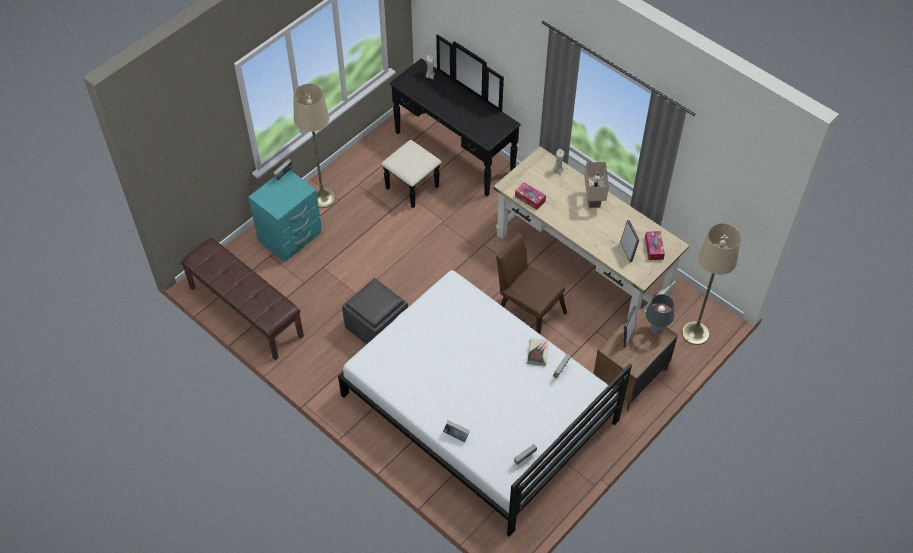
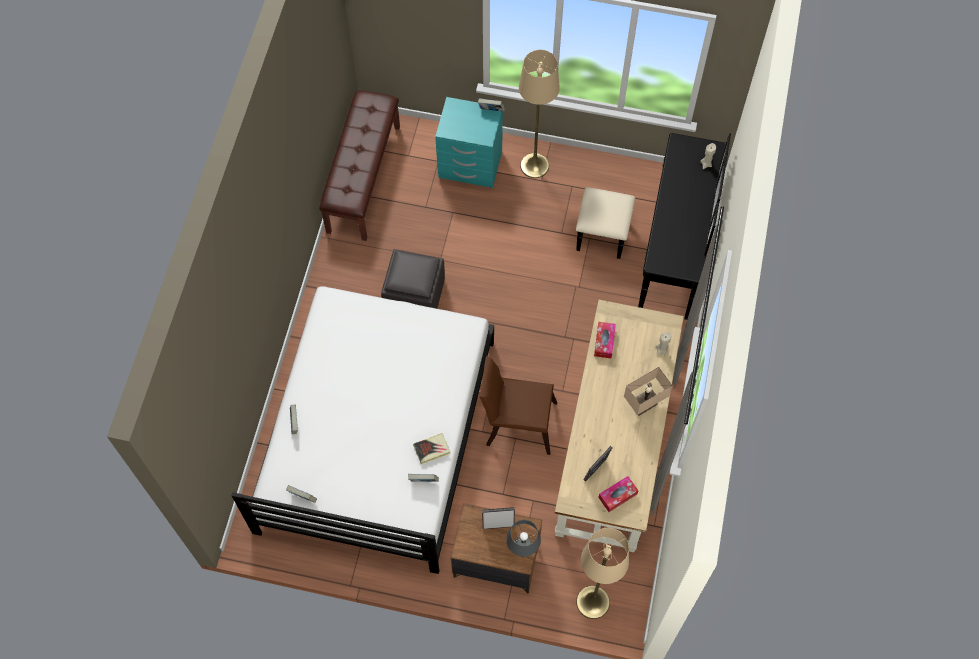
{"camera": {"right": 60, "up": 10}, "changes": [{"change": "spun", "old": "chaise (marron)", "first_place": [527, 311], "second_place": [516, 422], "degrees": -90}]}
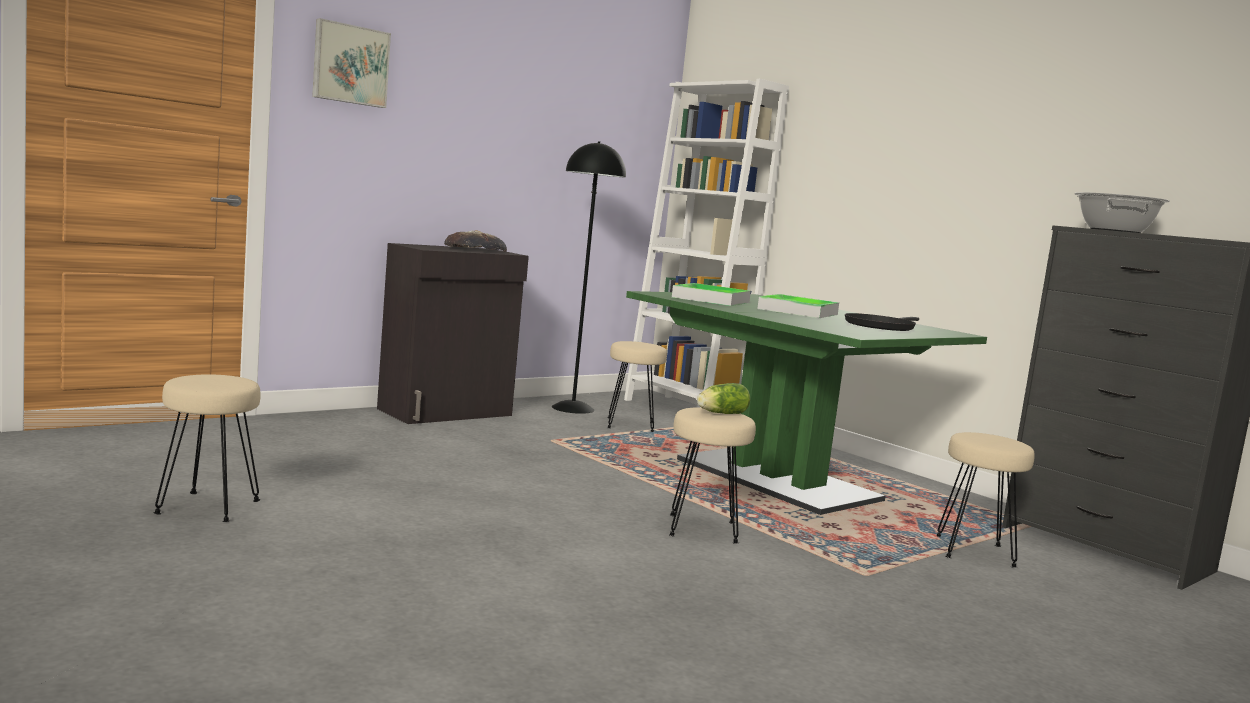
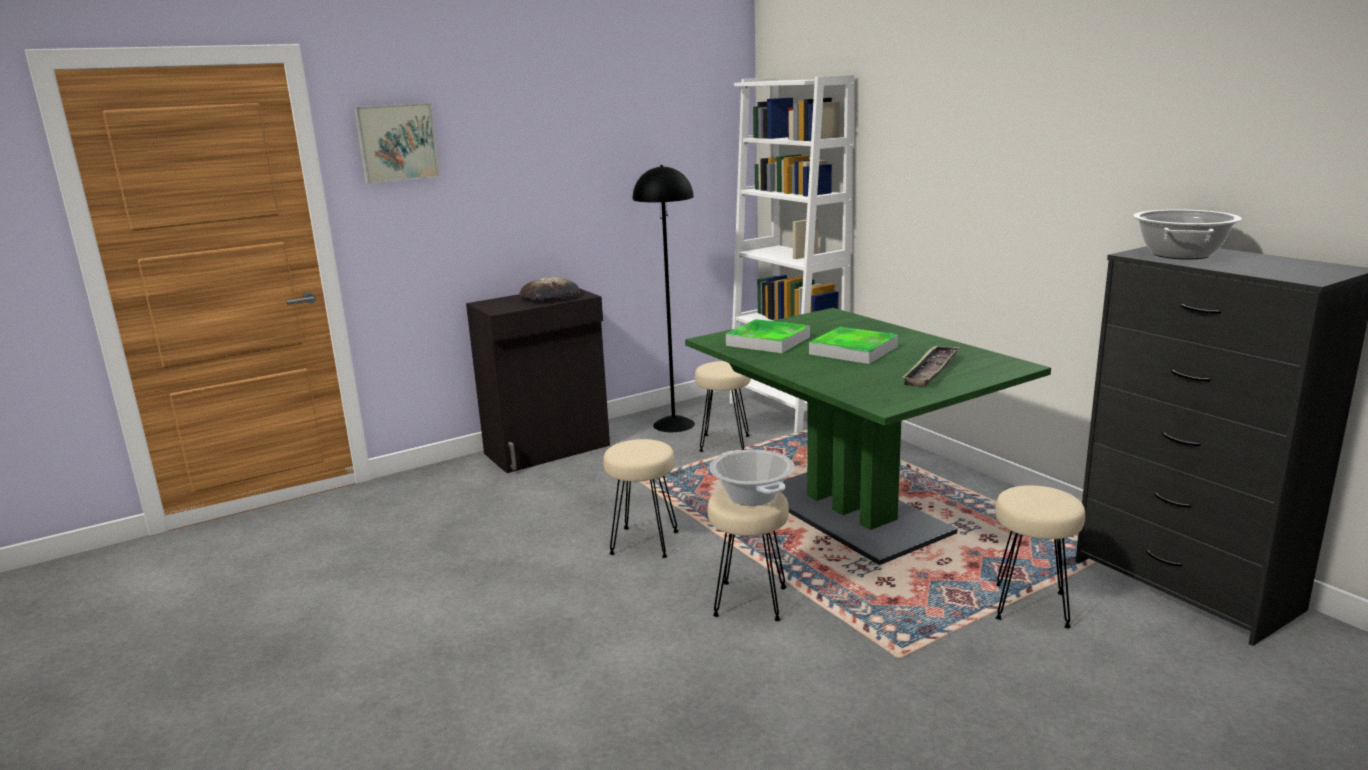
{"camera": {"right": 10, "up": 10}, "changes": [{"change": "relocated", "old": "tabouret (beige)", "first_place": [207, 507], "second_place": [643, 542]}, {"change": "exchanged", "old": "laitue", "new": "marmite", "first_place": [720, 413], "second_place": [752, 496]}, {"change": "exchanged", "old": "poêle (noir)", "new": "plateau", "first_place": [881, 326], "second_place": [931, 371]}]}
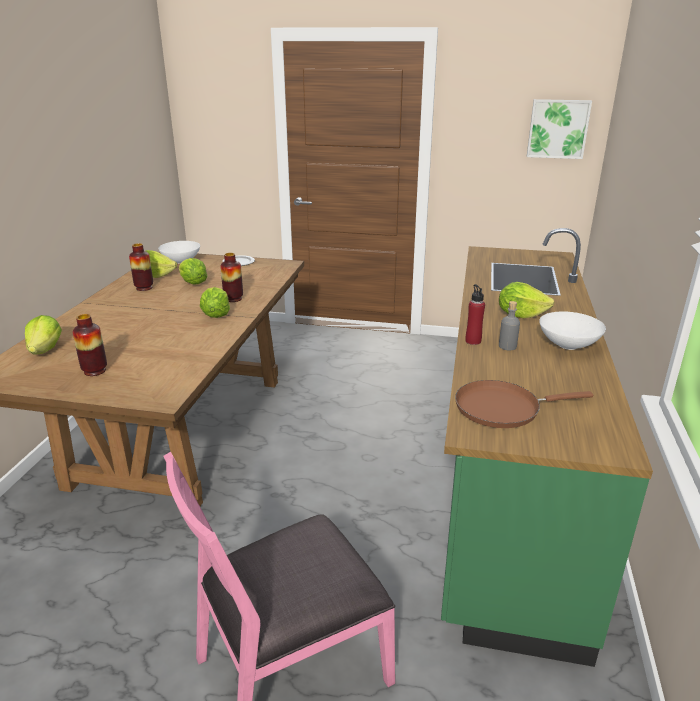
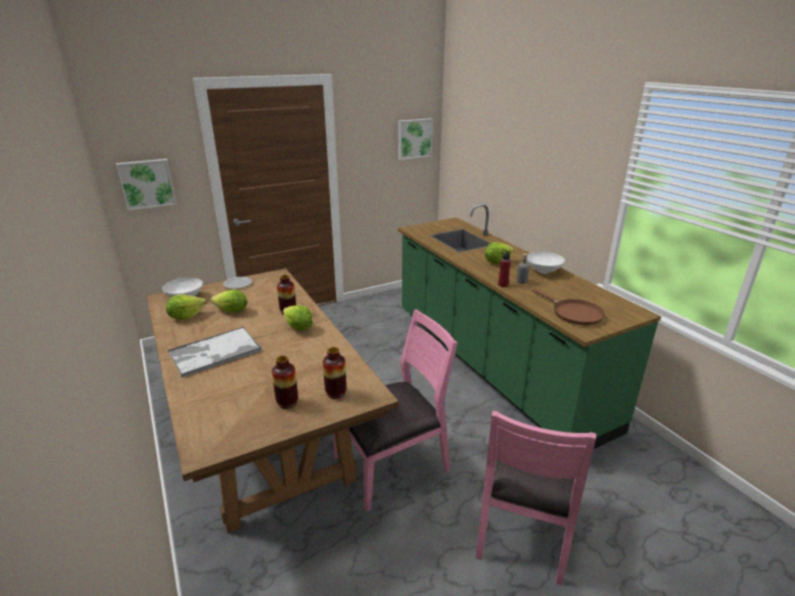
{"camera": {"right": -40, "up": 0}, "changes": [{"change": "missing", "old": "laitue", "first_place": [45, 350]}, {"change": "appeared", "new": "tableau", "second_place": [147, 184]}, {"change": "appeared", "new": "plateau", "second_place": [214, 352]}, {"change": "appeared", "new": "chaise (rose)", "second_place": [392, 464]}, {"change": "relocated", "old": "vase", "first_place": [144, 288], "second_place": [336, 393]}, {"change": "spun", "old": "poêle (marron)", "first_place": [502, 408], "second_place": [574, 313], "degrees": -75}]}
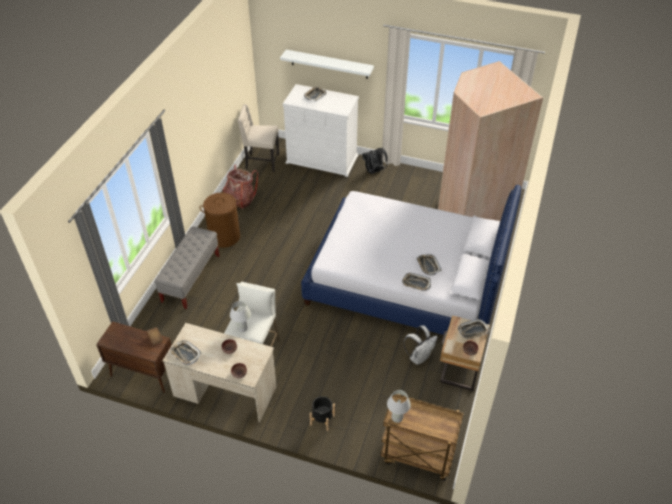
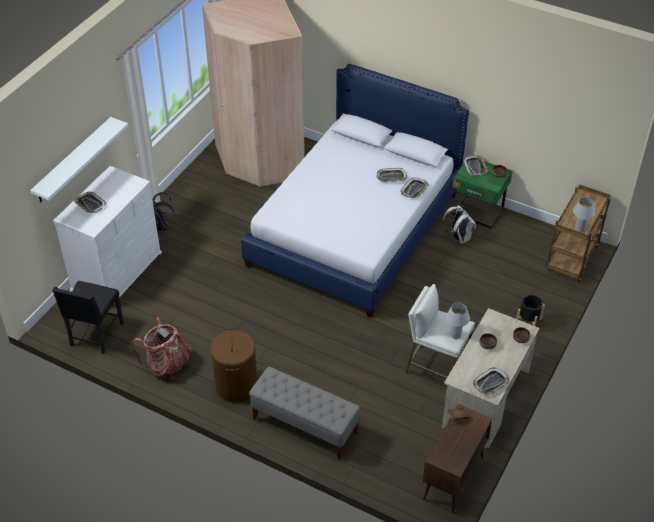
{"camera": {"right": -80, "up": 0}, "changes": [{"change": "colour", "old": "chaise (beige)", "new": "chaise (noir)", "first_place": [261, 162], "second_place": [95, 335]}, {"change": "colour", "old": "table de chevet (beige)", "new": "table de chevet (vert)", "first_place": [459, 370], "second_place": [477, 213]}]}
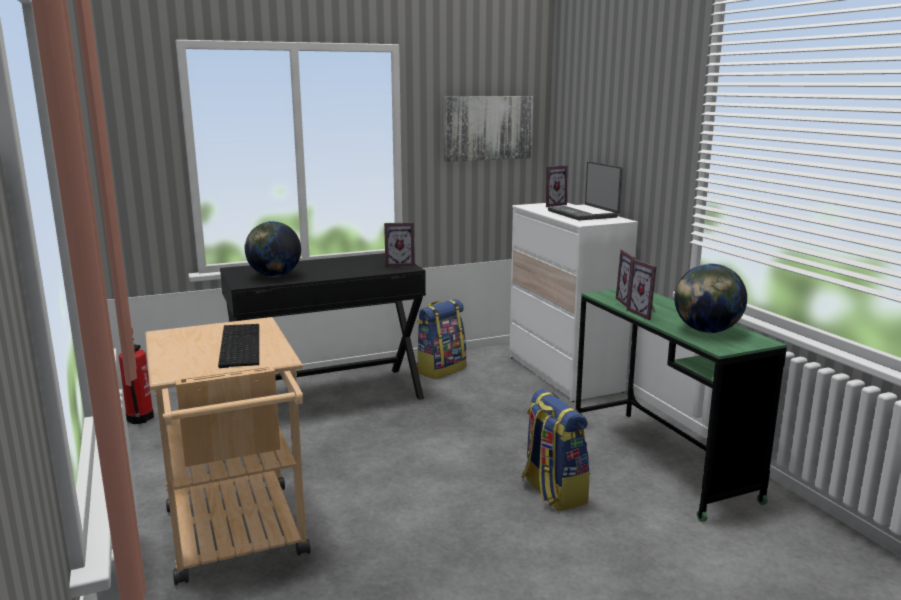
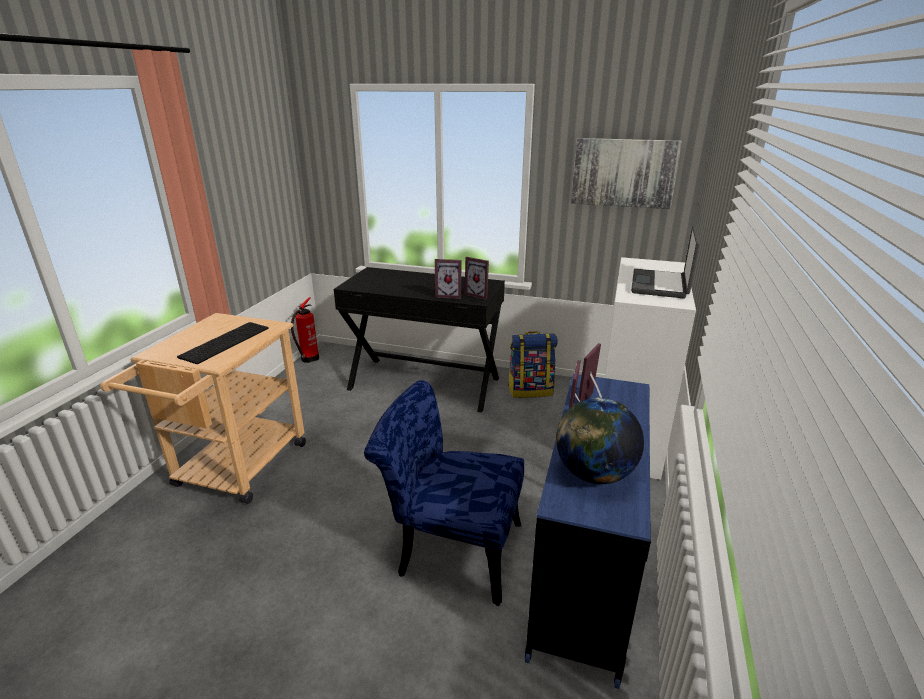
{"camera": {"right": 40, "up": 10}, "changes": [{"change": "missing", "old": "globe", "first_place": [274, 276]}, {"change": "relocated", "old": "cadre photo", "first_place": [552, 205], "second_place": [449, 295]}, {"change": "exchanged", "old": "sac à dos", "new": "chaise (bleu)", "first_place": [552, 492], "second_place": [450, 548]}, {"change": "colour", "old": "bureau (vert)", "new": "bureau (bleu)", "first_place": [660, 461], "second_place": [584, 572]}]}
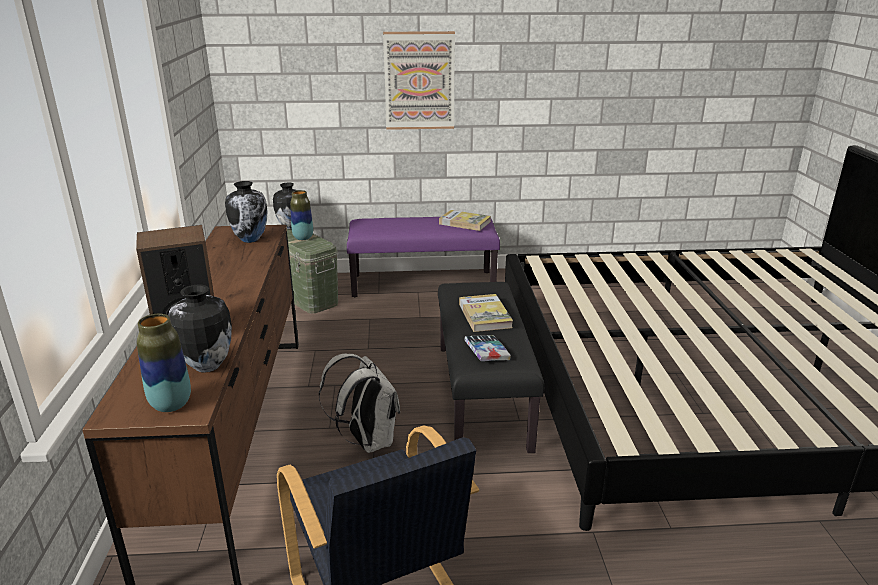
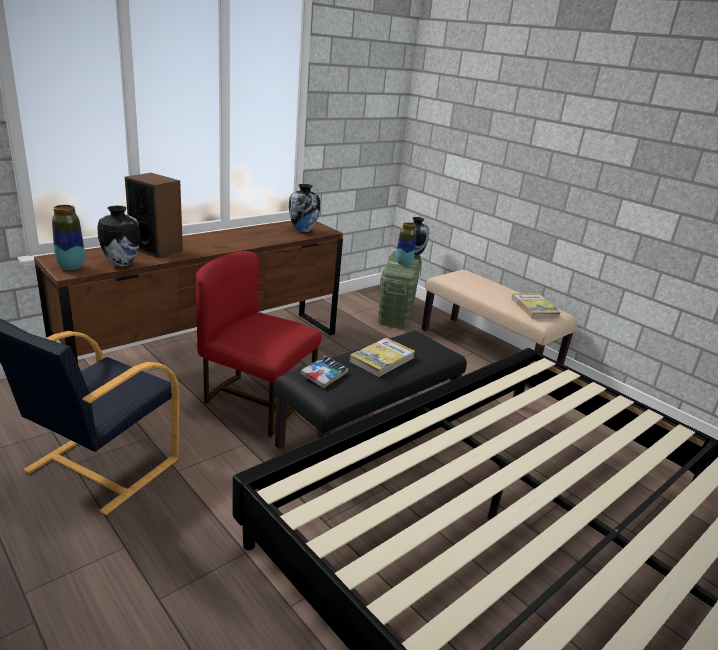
{"camera": {"right": 50, "up": 0}, "changes": [{"change": "missing", "old": "tableau", "first_place": [419, 81]}, {"change": "exchanged", "old": "sac à dos (blanc)", "new": "chaise (rouge)", "first_place": [367, 441], "second_place": [256, 401]}, {"change": "colour", "old": "banc (violet)", "new": "banc (beige)", "first_place": [423, 283], "second_place": [488, 350]}]}
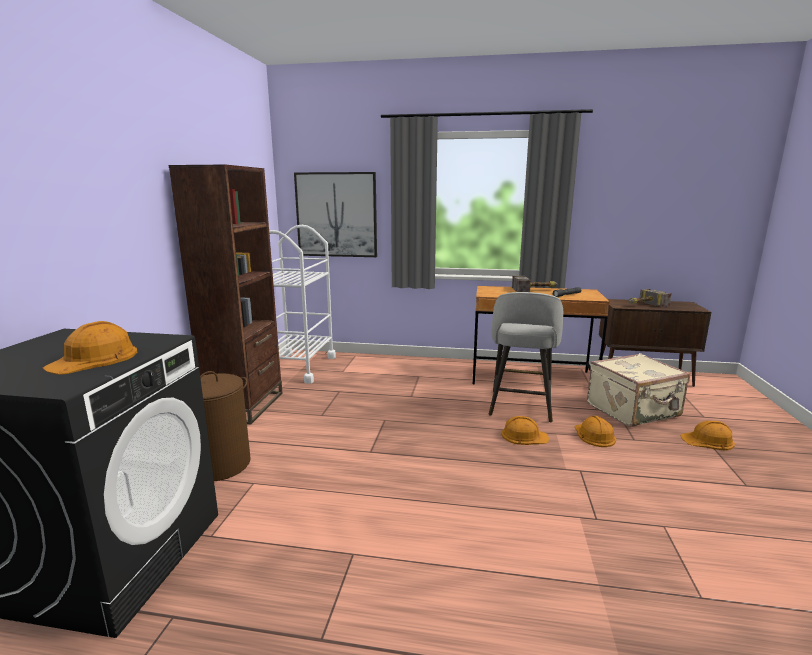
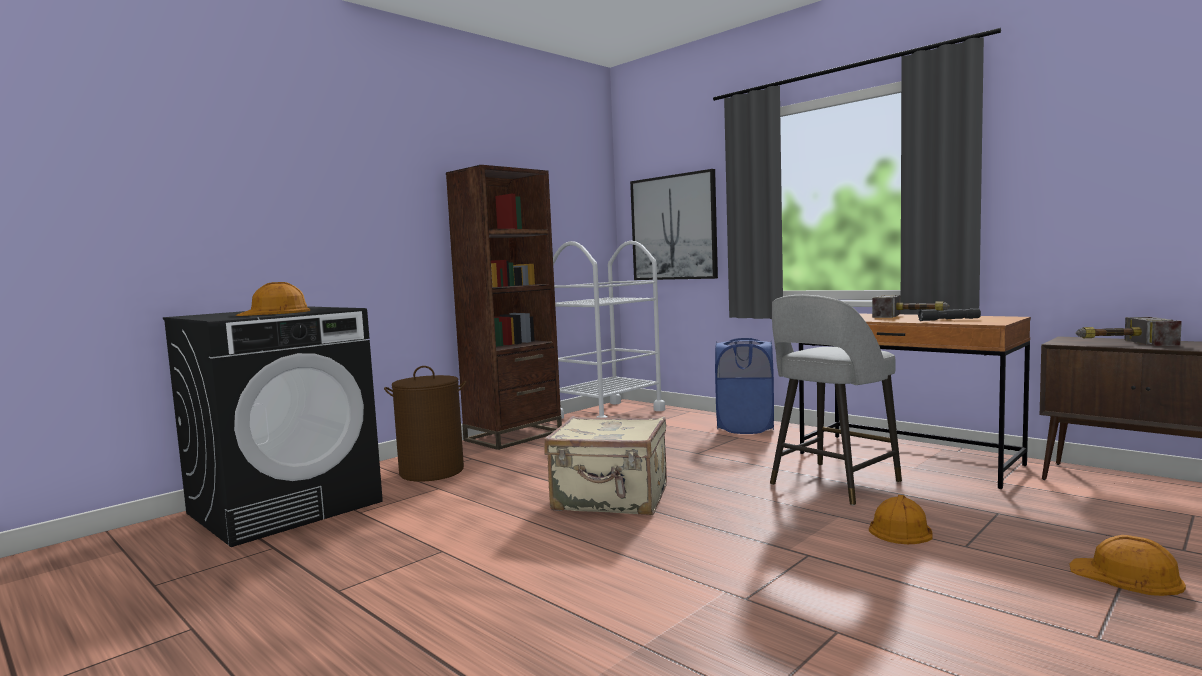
{"camera": {"right": 35, "up": -10}, "changes": [{"change": "missing", "old": "casque de chantier (orange)", "first_place": [524, 436]}, {"change": "appeared", "new": "panier à linge (bleu)", "second_place": [745, 427]}, {"change": "relocated", "old": "valise (beige)", "first_place": [634, 411], "second_place": [611, 499]}]}
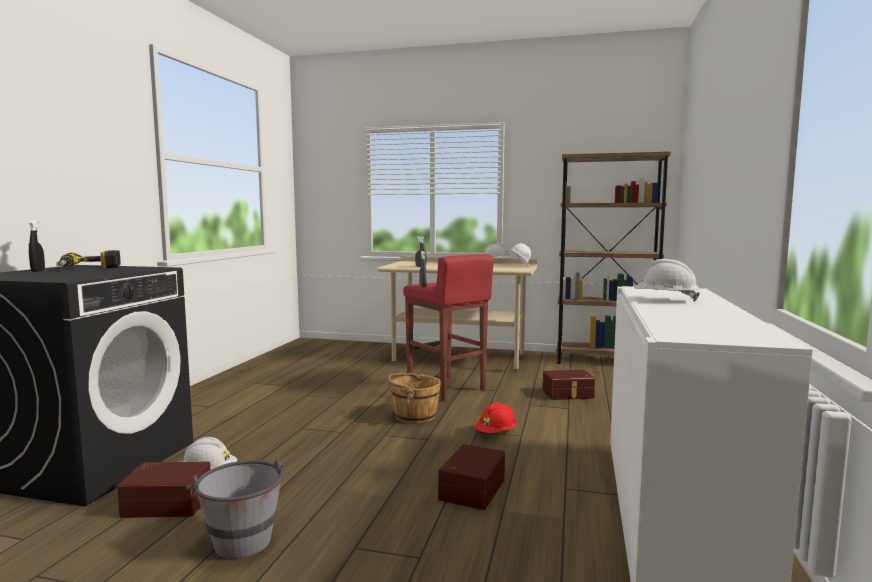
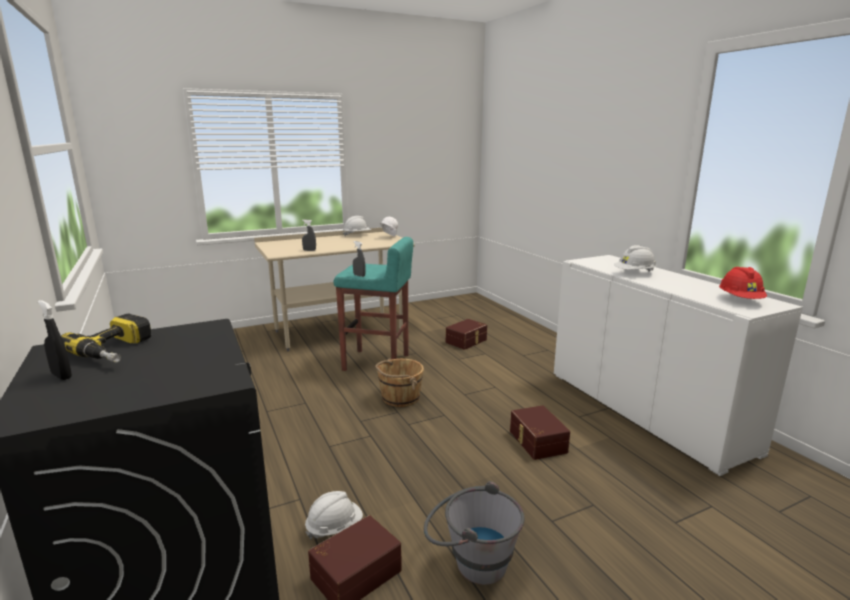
{"camera": {"right": -40, "up": 10}, "changes": [{"change": "missing", "old": "bibliothèque (marron)", "first_place": [604, 361]}, {"change": "relocated", "old": "casque de chantier (rouge)", "first_place": [496, 433], "second_place": [740, 300]}, {"change": "colour", "old": "tabouret (rouge)", "new": "tabouret (turquoise)", "first_place": [446, 388], "second_place": [377, 363]}]}
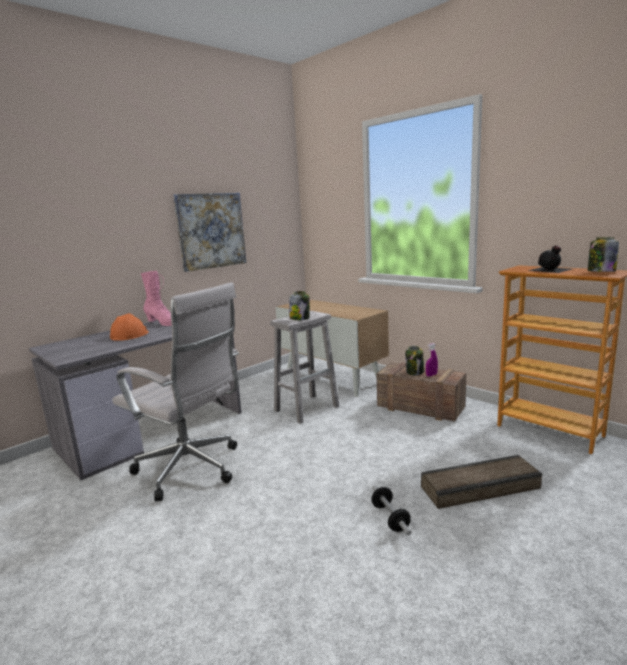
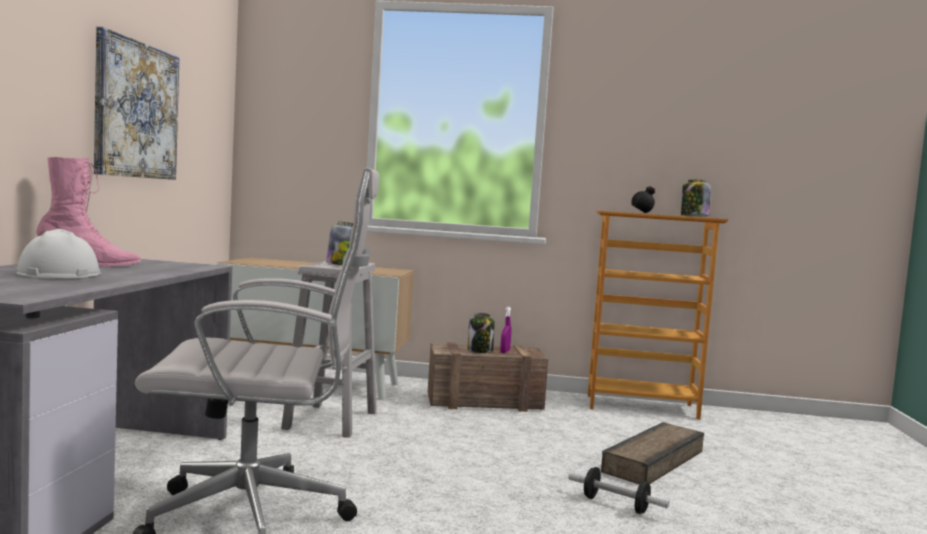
{"camera": {"right": -40, "up": -10}, "changes": [{"change": "colour", "old": "casque de chantier (orange)", "new": "casque de chantier (blanc)", "first_place": [129, 335], "second_place": [58, 274]}]}
